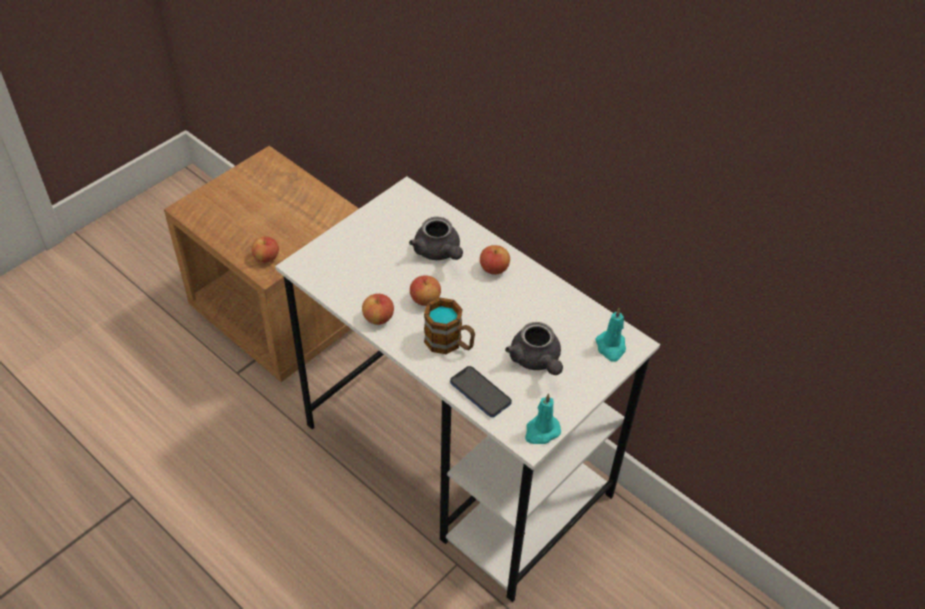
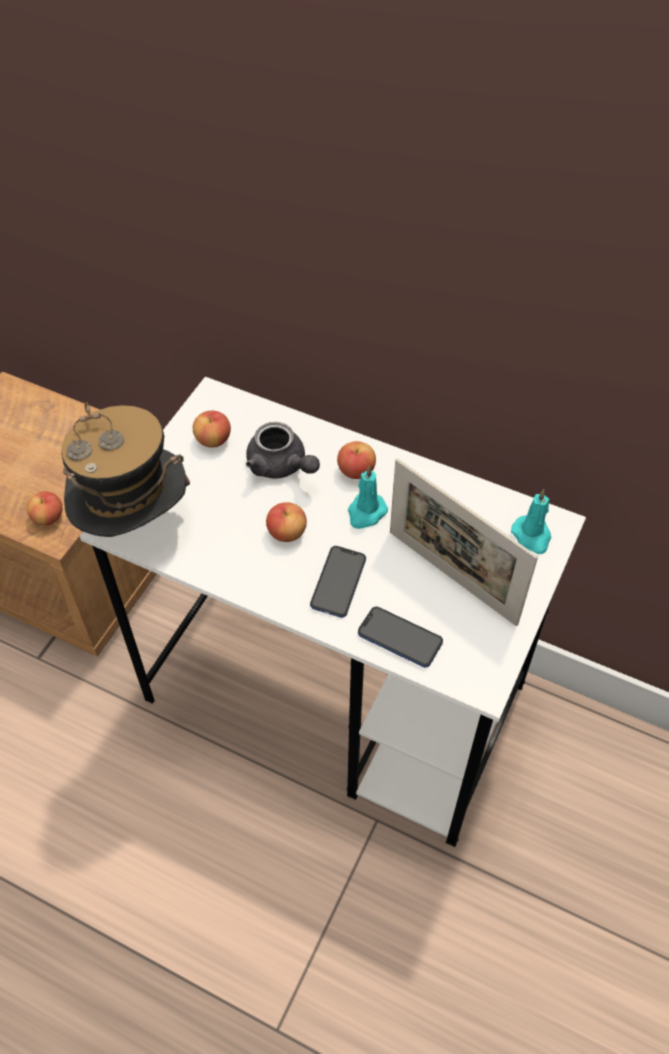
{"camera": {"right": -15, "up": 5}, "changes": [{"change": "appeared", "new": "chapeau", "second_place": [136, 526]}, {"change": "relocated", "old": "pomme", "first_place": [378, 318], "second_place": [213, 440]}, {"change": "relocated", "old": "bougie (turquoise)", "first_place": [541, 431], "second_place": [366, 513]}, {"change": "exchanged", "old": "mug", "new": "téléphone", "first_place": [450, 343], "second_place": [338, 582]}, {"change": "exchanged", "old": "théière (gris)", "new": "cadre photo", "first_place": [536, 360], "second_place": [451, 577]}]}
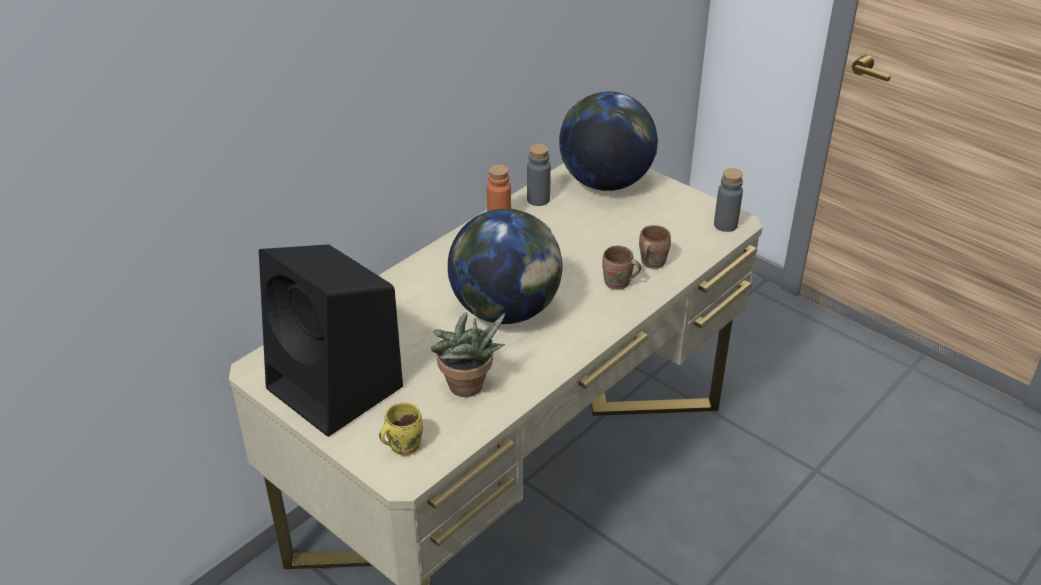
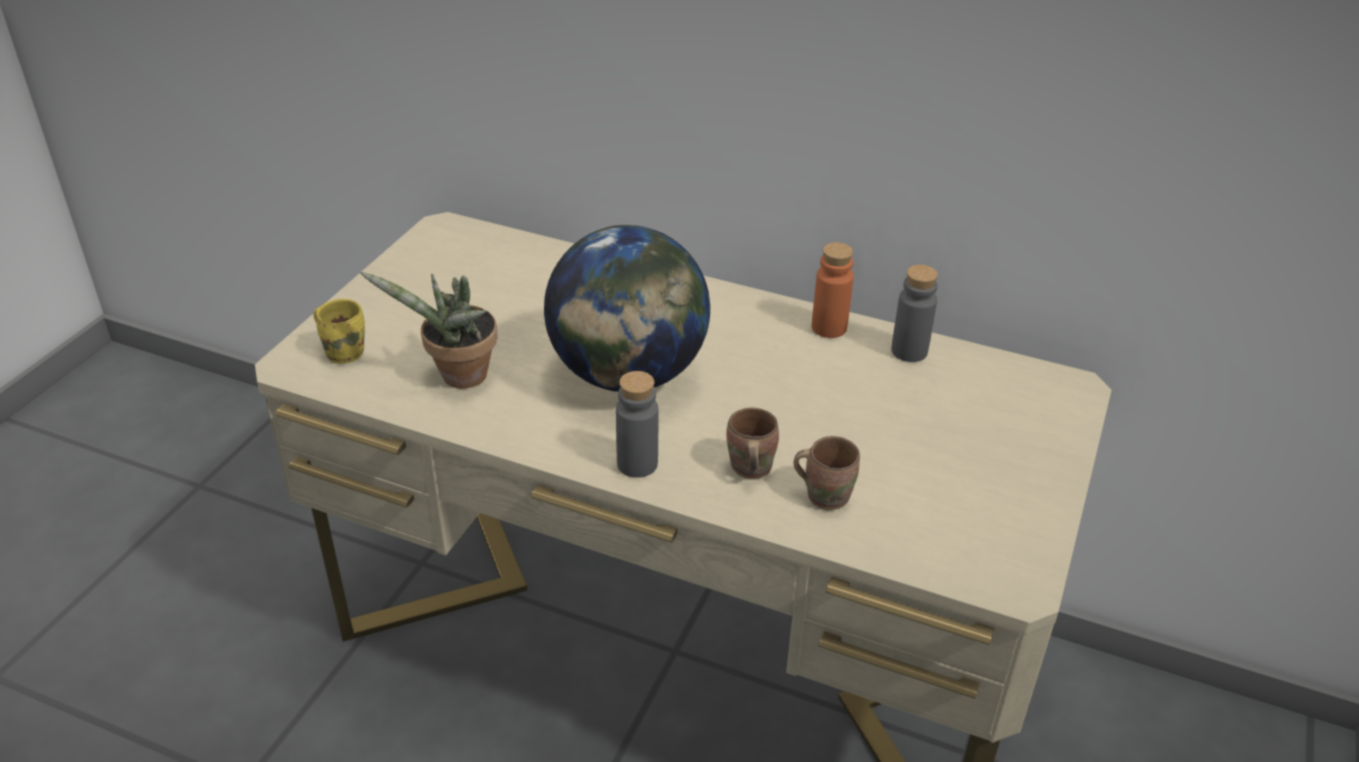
{"camera": {"right": 70, "up": 0}, "changes": [{"change": "missing", "old": "enceinte (noir)", "first_place": [338, 389]}, {"change": "missing", "old": "globe", "first_place": [605, 183]}, {"change": "relocated", "old": "bouteille (gris)", "first_place": [725, 225], "second_place": [637, 464]}]}
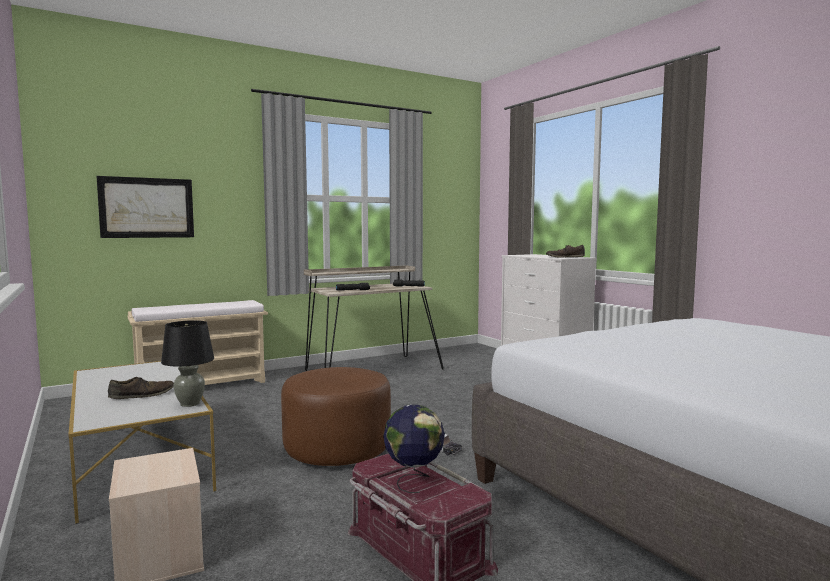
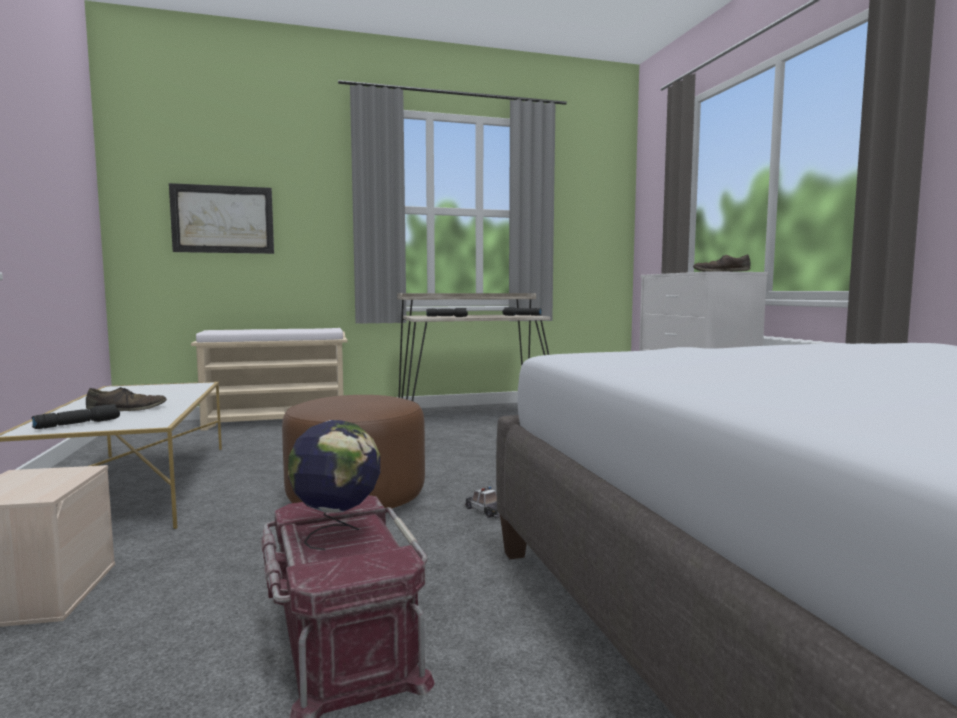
{"camera": {"right": 15, "up": 0}, "changes": [{"change": "missing", "old": "lampe de table (noir)", "first_place": [189, 404]}, {"change": "appeared", "new": "lampe de poche (noir)", "second_place": [78, 424]}]}
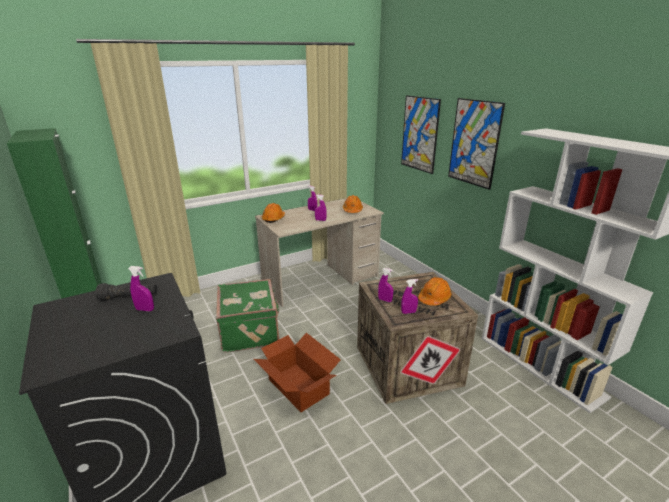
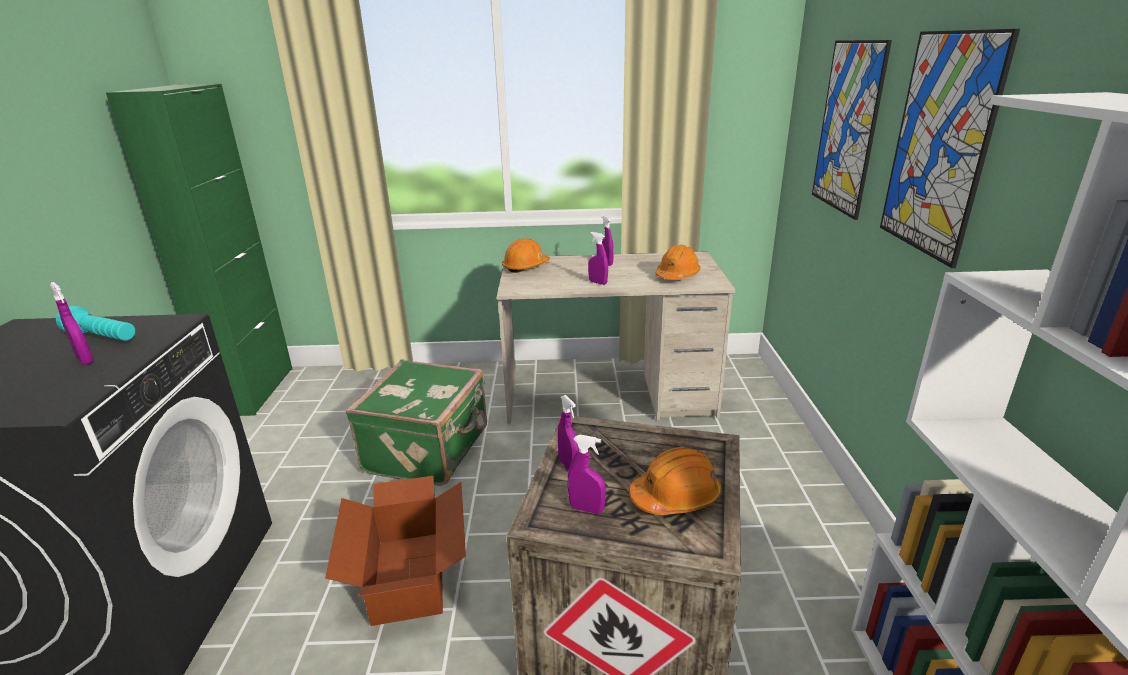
{"camera": {"right": 30, "up": 0}, "changes": [{"change": "colour", "old": "lampe de poche (noir)", "new": "lampe de poche (turquoise)", "first_place": [129, 298], "second_place": [102, 338]}]}
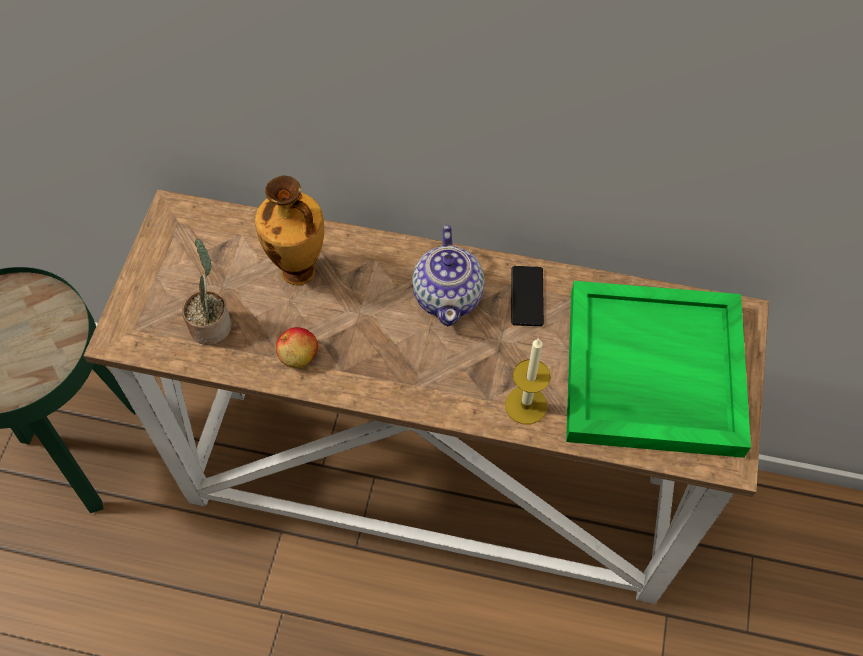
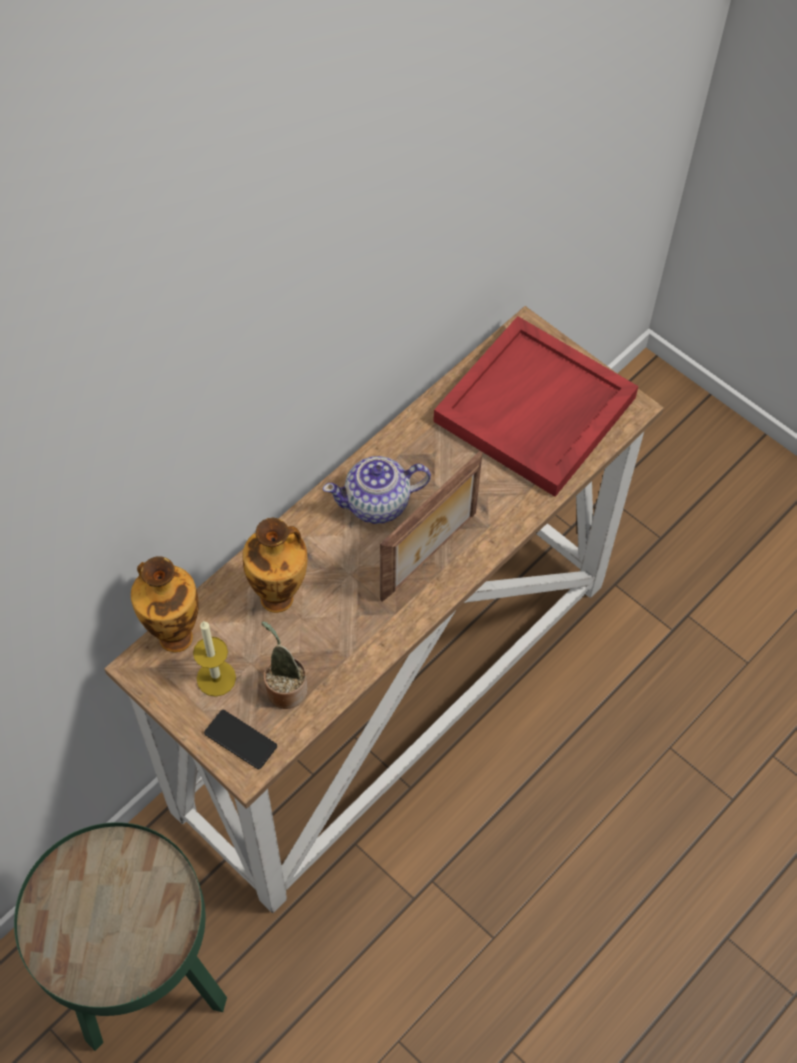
{"camera": {"right": -60, "up": 0}, "changes": [{"change": "missing", "old": "pomme", "first_place": [299, 356]}, {"change": "appeared", "new": "vase", "second_place": [174, 635]}, {"change": "appeared", "new": "cadre photo", "second_place": [430, 557]}, {"change": "relocated", "old": "bougie", "first_place": [526, 405], "second_place": [216, 678]}, {"change": "relocated", "old": "téléphone", "first_place": [527, 296], "second_place": [240, 740]}, {"change": "colour", "old": "plateau (vert)", "new": "plateau (rouge)", "first_place": [651, 373], "second_place": [535, 411]}, {"change": "spun", "old": "théière", "first_place": [448, 296], "second_place": [378, 503], "degrees": 135}]}
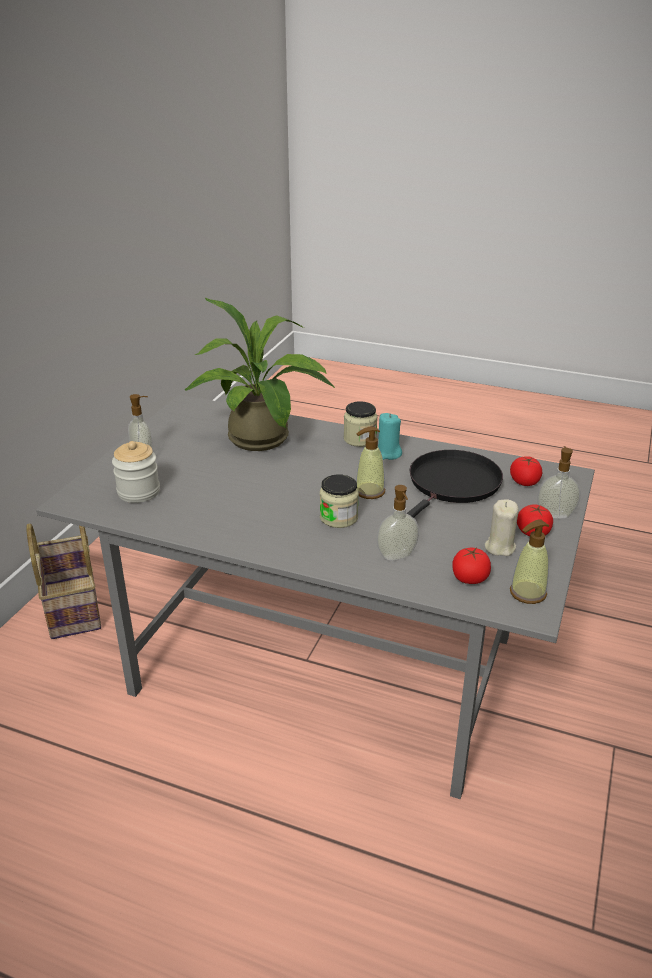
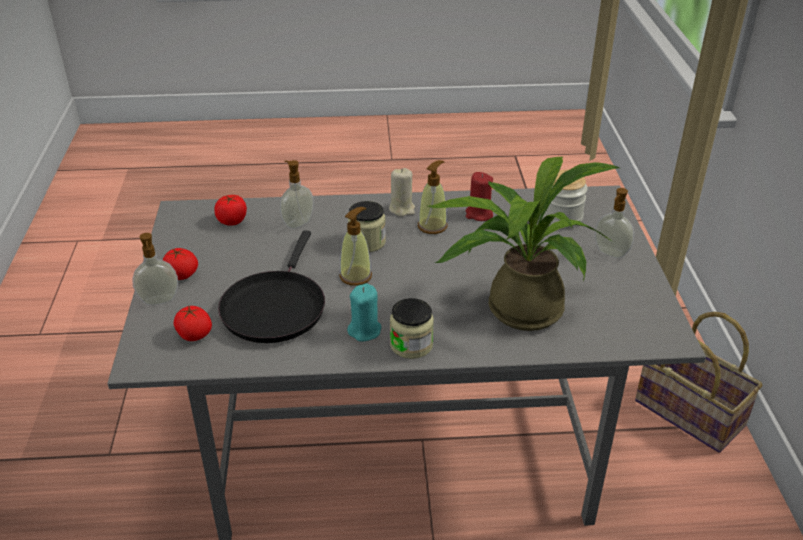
{"camera": {"right": 155, "up": 5}, "changes": [{"change": "appeared", "new": "bougie (rouge)", "second_place": [479, 214]}, {"change": "relocated", "old": "bougie (beige)", "first_place": [499, 547], "second_place": [402, 209]}, {"change": "relocated", "old": "distributeur de savon", "first_place": [527, 593], "second_place": [432, 226]}]}
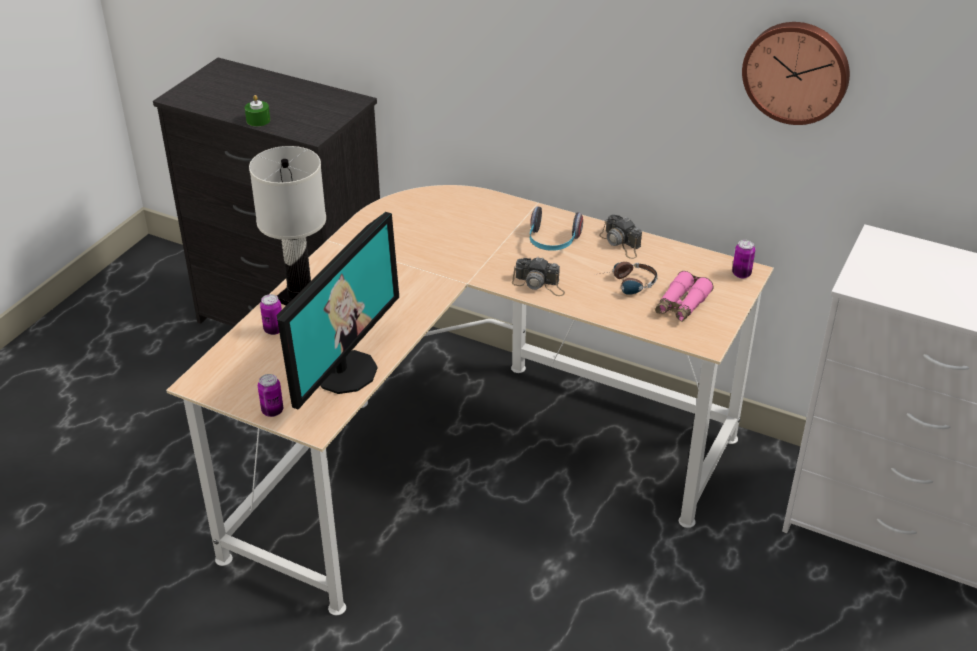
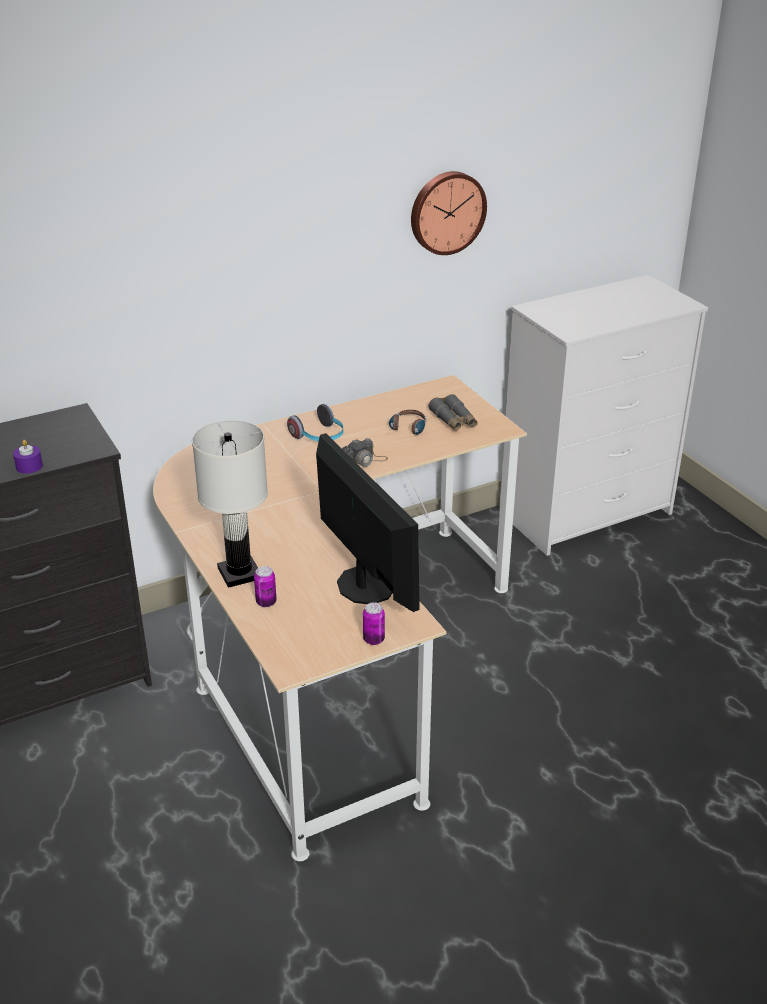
{"camera": {"right": -55, "up": -5}, "changes": [{"change": "missing", "old": "appareil photo", "first_place": [621, 243]}, {"change": "missing", "old": "boîte métallique", "first_place": [741, 274]}, {"change": "colour", "old": "bougie (vert)", "new": "bougie (violet)", "first_place": [258, 120], "second_place": [29, 466]}, {"change": "colour", "old": "jumelles (rose)", "new": "jumelles (gris)", "first_place": [682, 305], "second_place": [453, 420]}]}
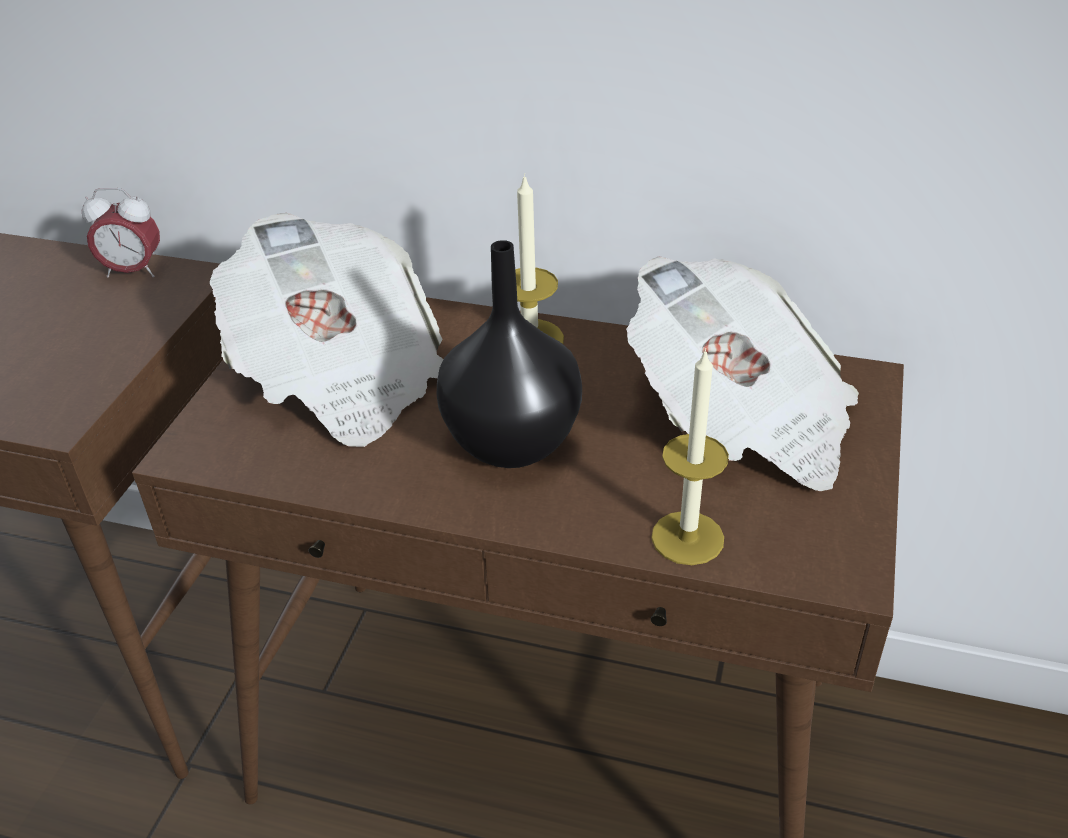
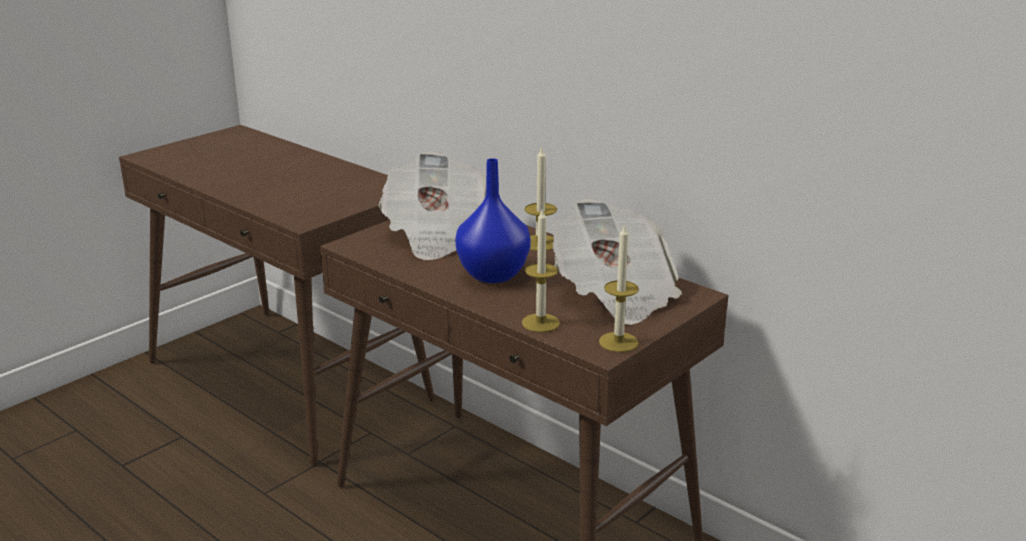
{"camera": {"right": 25, "up": -15}, "changes": [{"change": "missing", "old": "réveil", "first_place": [133, 271]}, {"change": "appeared", "new": "bougie", "second_place": [618, 342]}, {"change": "colour", "old": "vase (noir)", "new": "vase (bleu)", "first_place": [515, 443], "second_place": [494, 275]}]}
